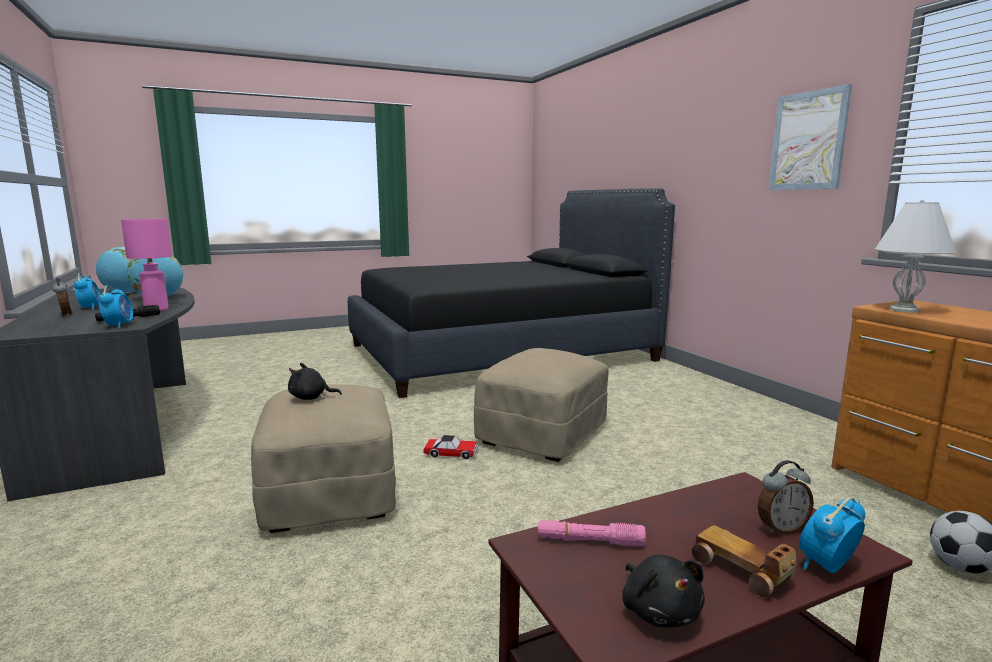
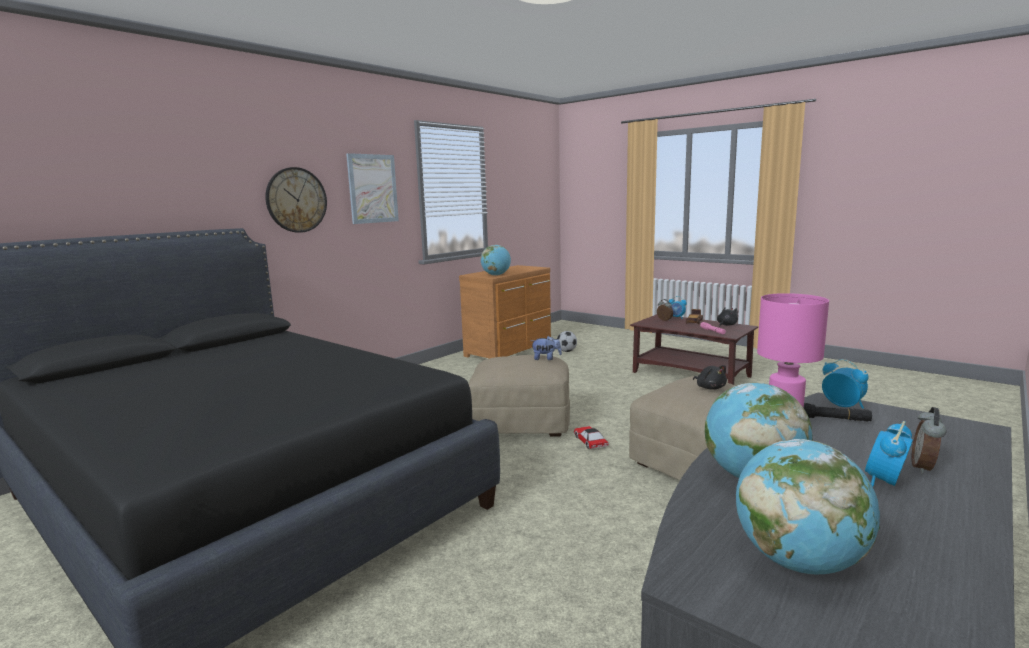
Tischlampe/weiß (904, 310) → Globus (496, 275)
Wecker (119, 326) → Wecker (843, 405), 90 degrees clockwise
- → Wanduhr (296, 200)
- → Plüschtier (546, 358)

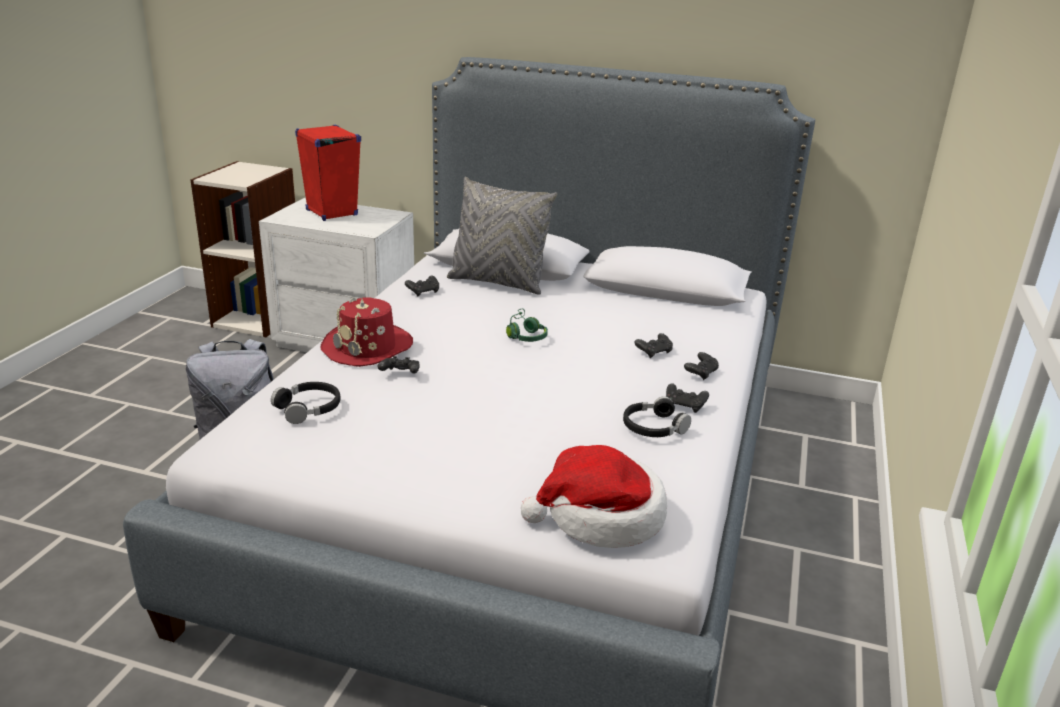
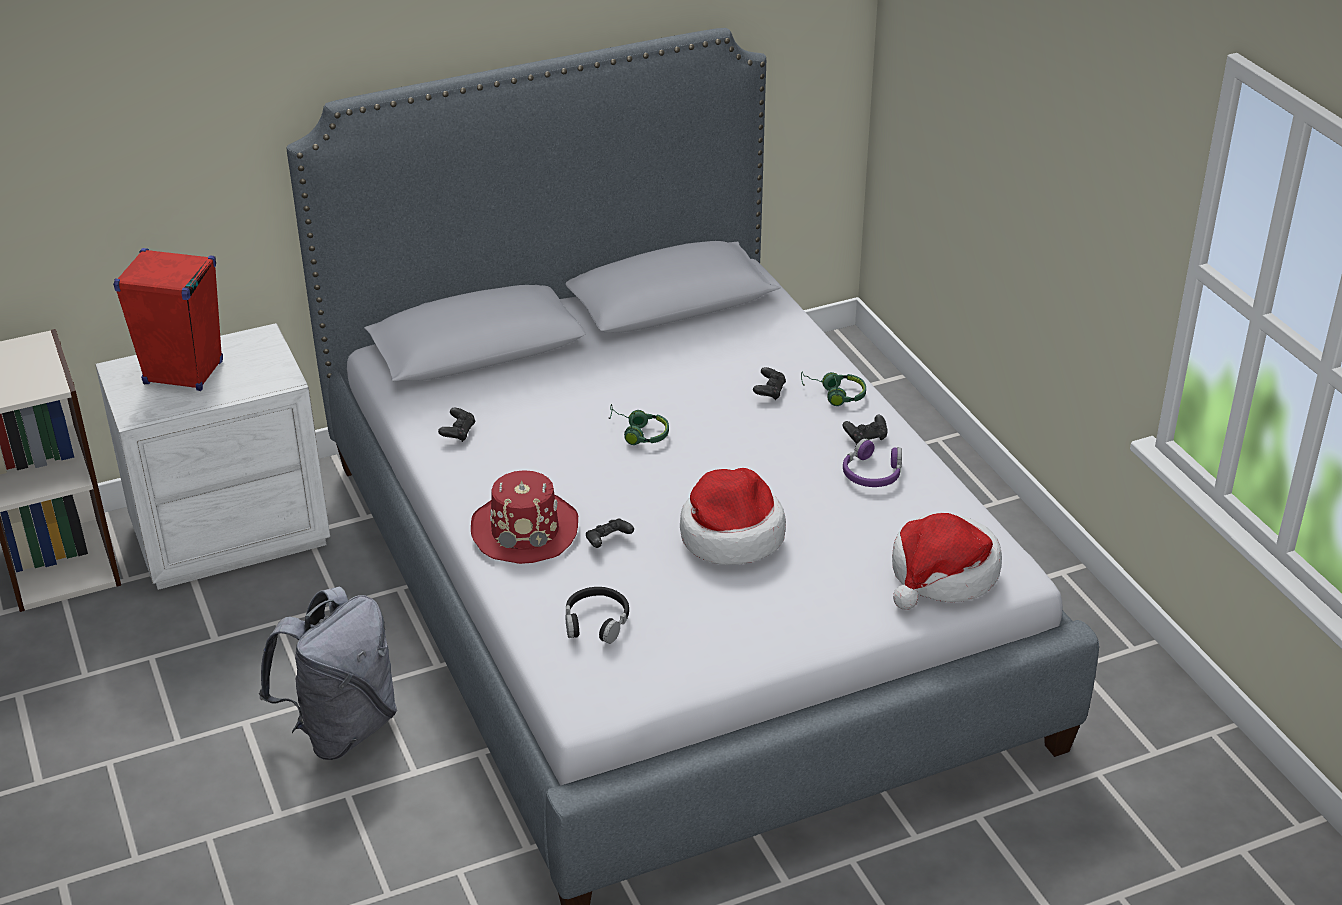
Kissen/grau (498, 282) → -
Gamepad/schwarz (701, 373) → Kopfhörer/grün (834, 394)
Kopfhörer/schwarz (653, 427) → Kopfhörer/lila (872, 473)
- → Hut (730, 535)

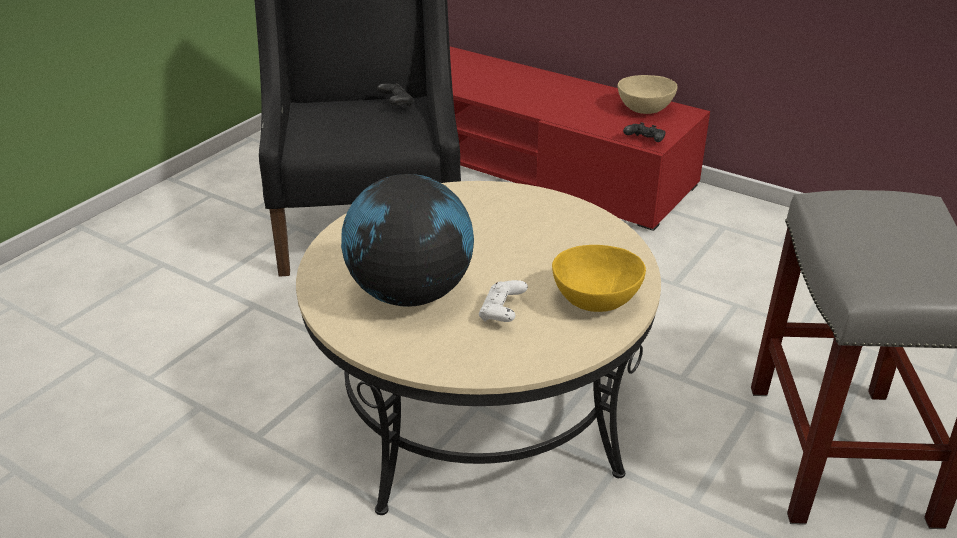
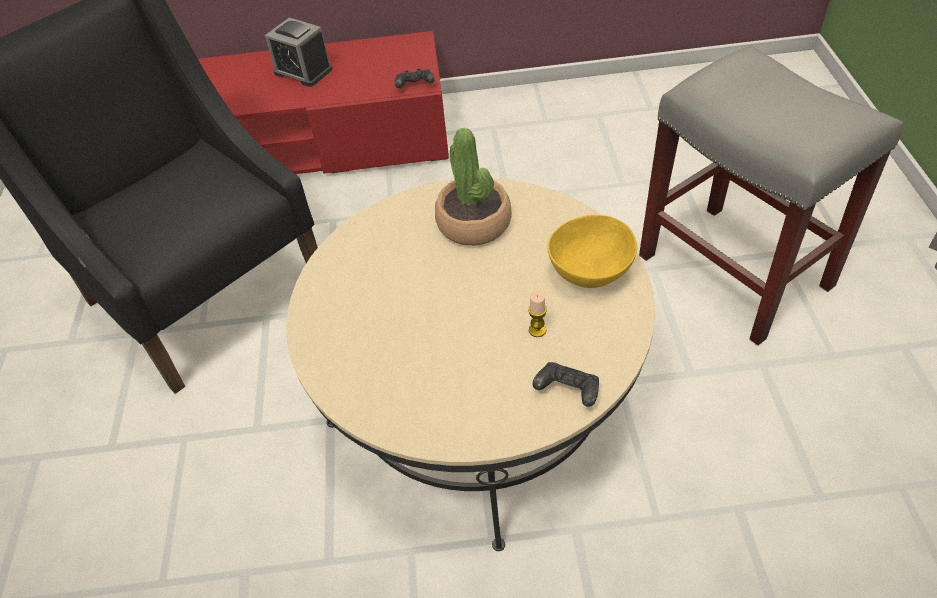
Schüssel/beige (646, 110) → -
Gamepad/schwarz (396, 104) → Gamepad/schwarz (567, 391), relocated
Globus (410, 294) → -
Gamepad/weiß (502, 313) → Kerze (537, 330)
- → Wecker (303, 71)
- → Topfpflanze (474, 223)

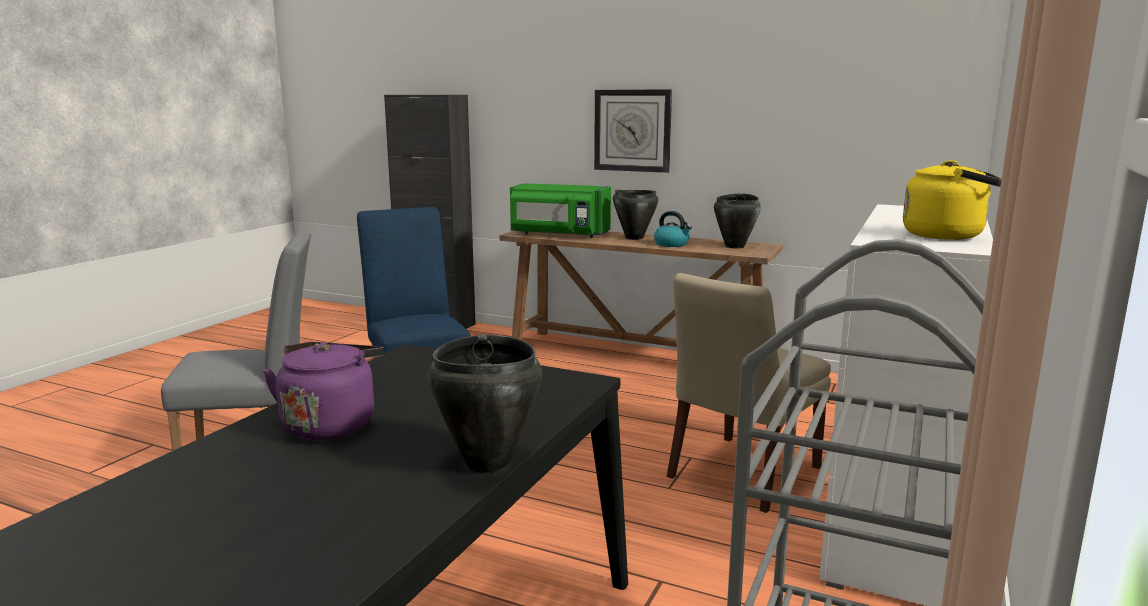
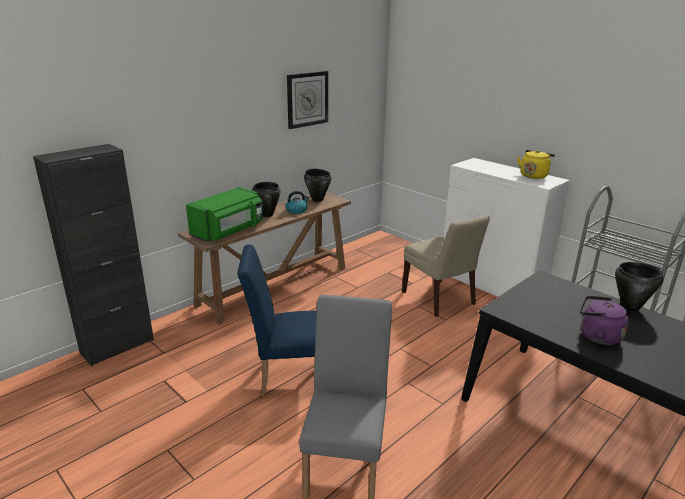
Wanduhr (632, 130) → Wanduhr (307, 99), relocated

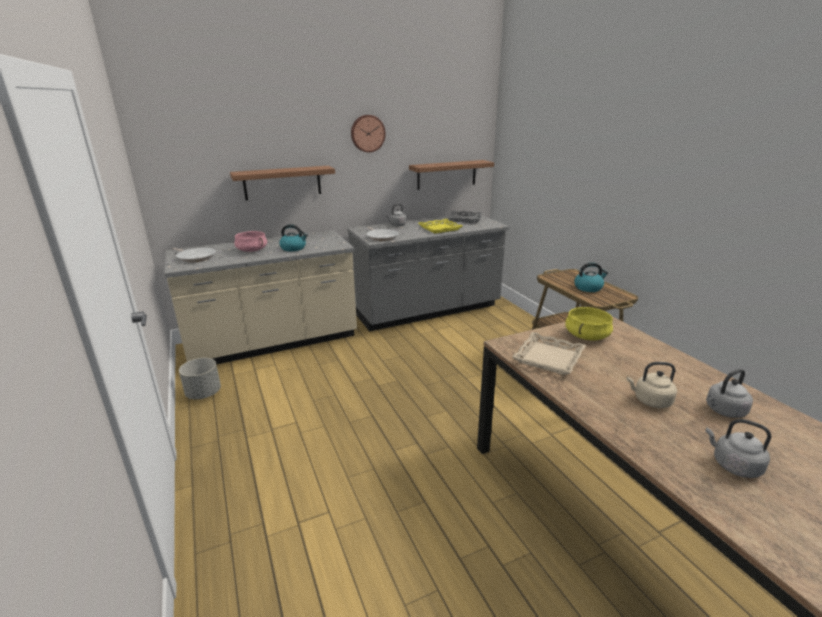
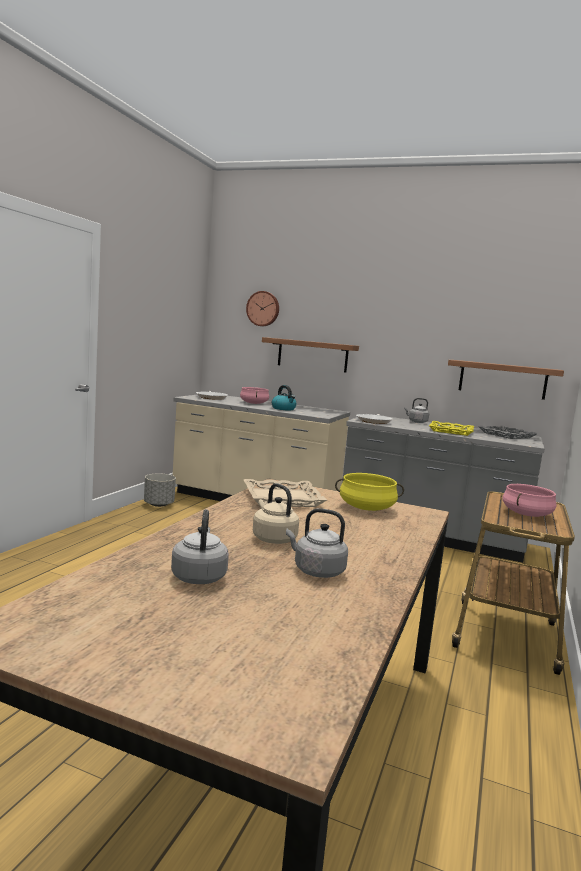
Wanduhr (367, 133) → Wanduhr (263, 308), relocated
Wasserkessel (588, 288) → Kochtopf/rosa (526, 514)

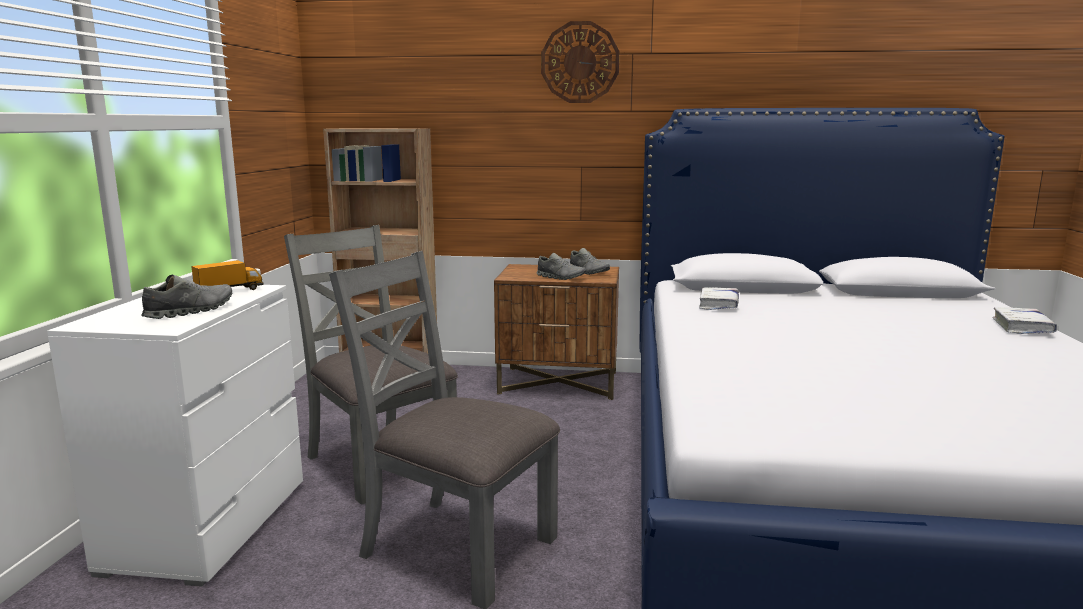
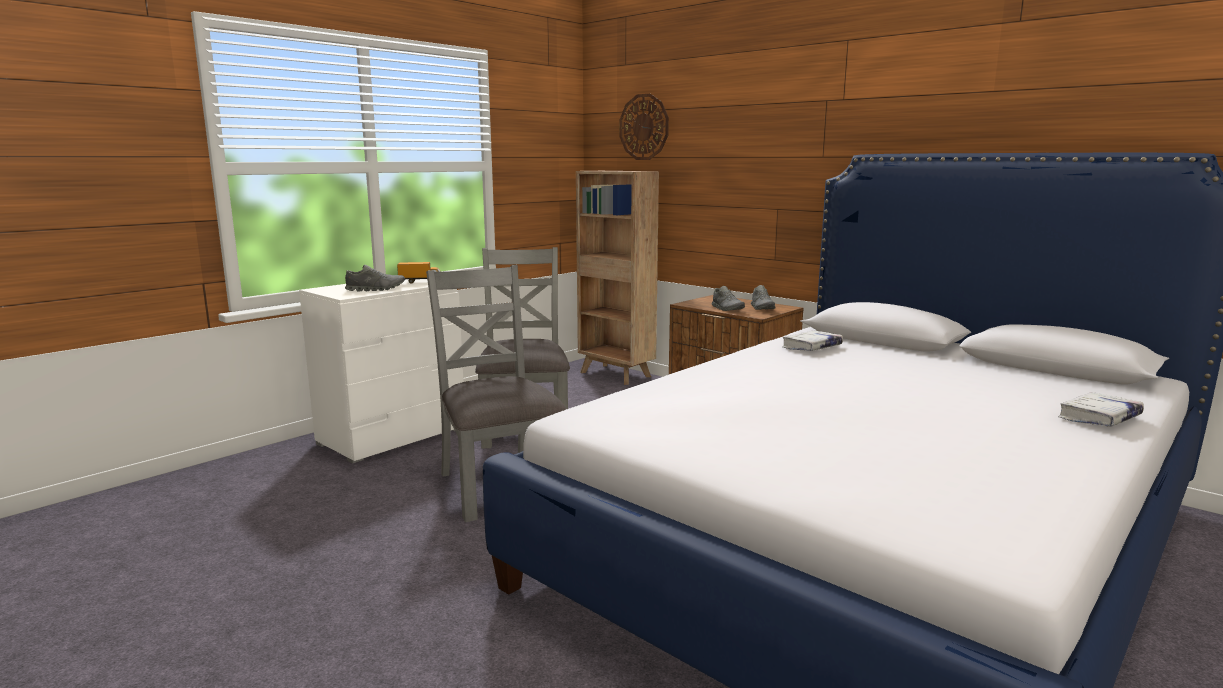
Wanduhr (580, 62) → Wanduhr (644, 127), relocated

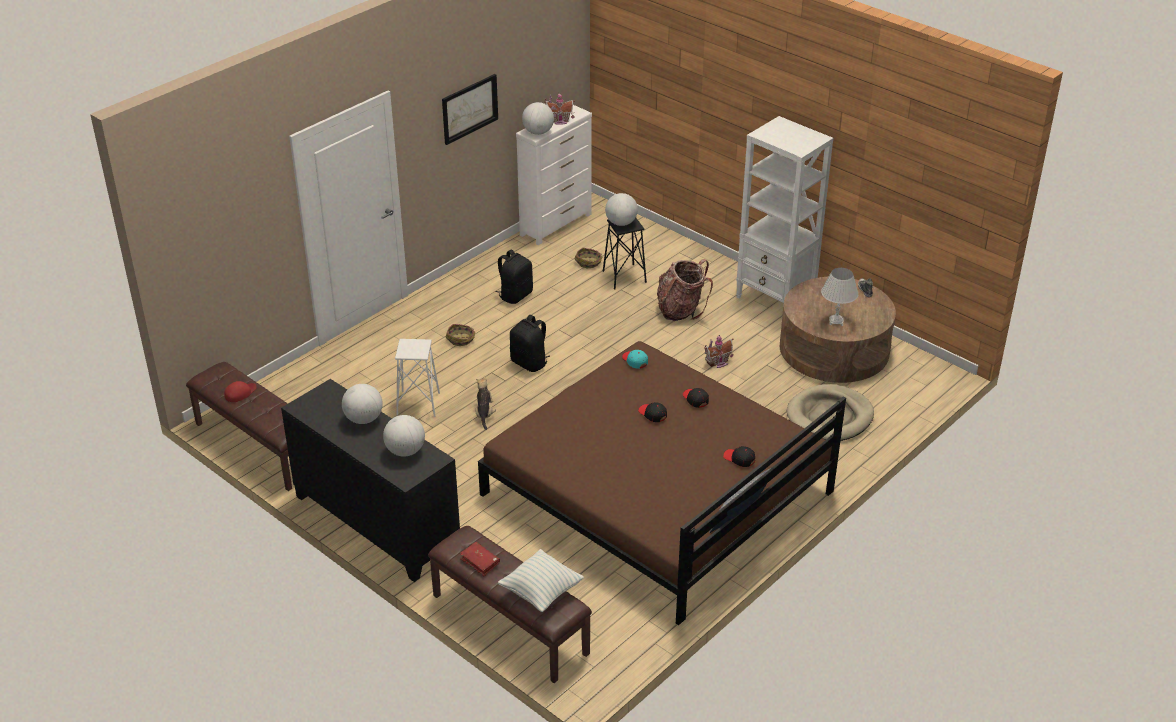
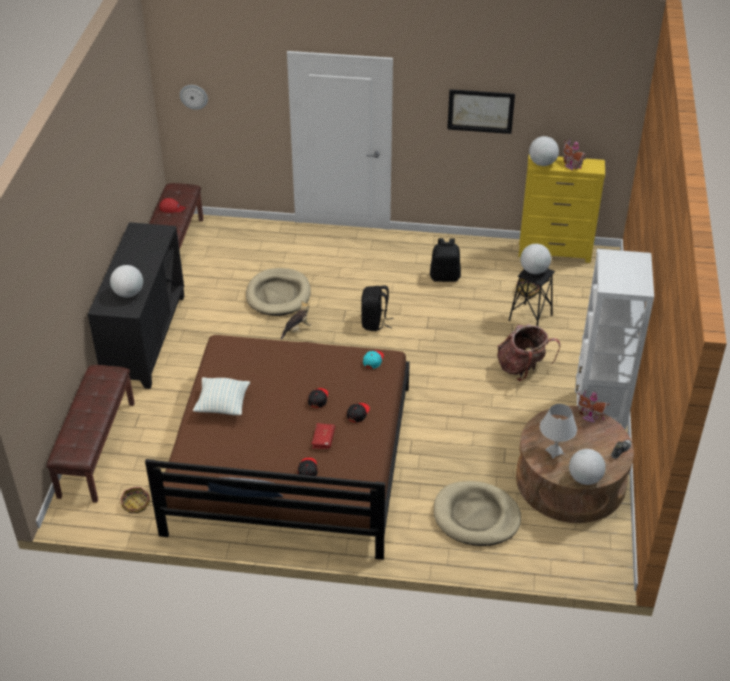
Kommode/weiß (556, 224) → Kommode/gelb (555, 252)
Korb (461, 339) → Korb (136, 505), relocated
Spielzeughaus (718, 363) → Spielzeughaus (589, 416), relocated
Hocker/weiß (418, 404) → Hundebett/beige (278, 294)
Globus (364, 419) → Globus (585, 478), relocated
Buch/rot (480, 562) → Buch/rot (323, 439), relocated
Kissen (541, 592) → Kissen (222, 405), relocated
- → Wanduhr (194, 96)

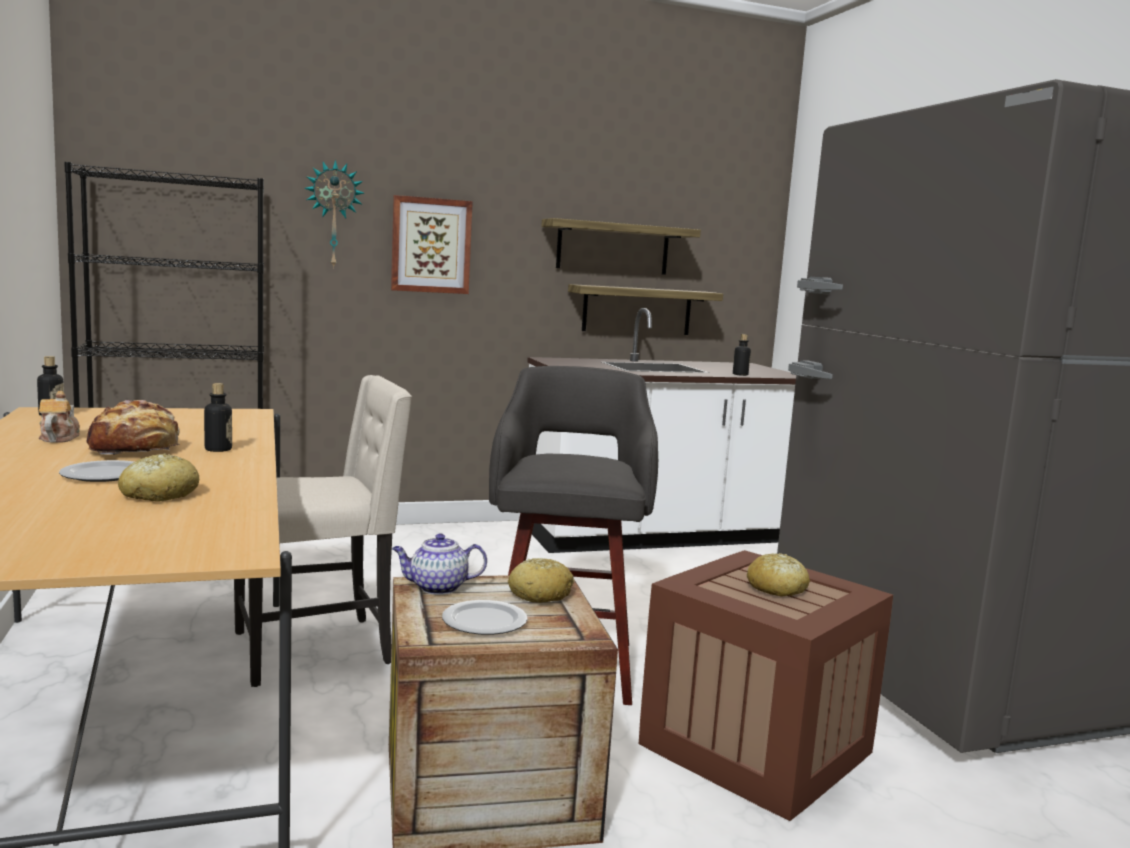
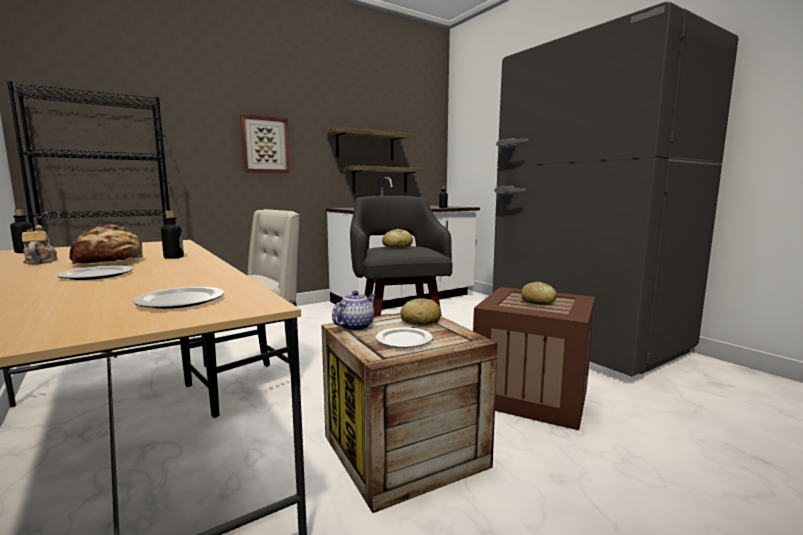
Wanduhr (334, 215) → -
Brot (159, 494) → Brot (397, 246), relocated
Teekanne (437, 588) → Teekanne (355, 326), 150 degrees clockwise
- → Teller (181, 300)

